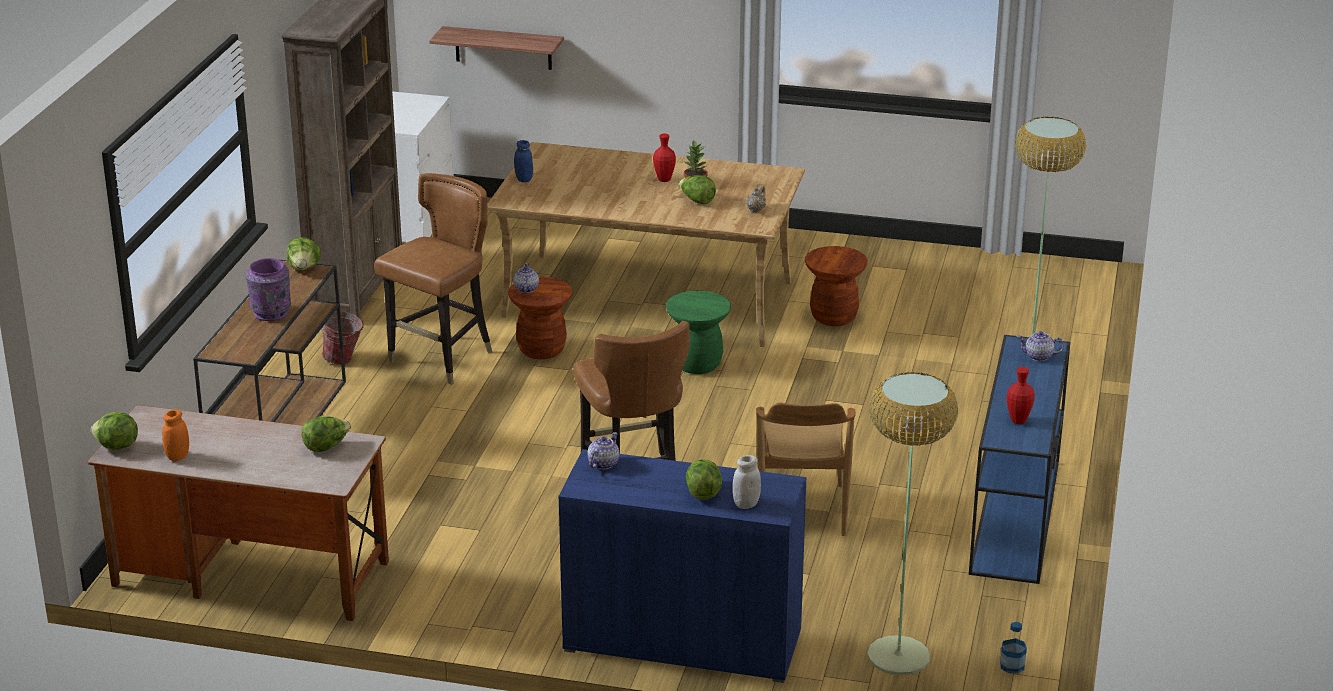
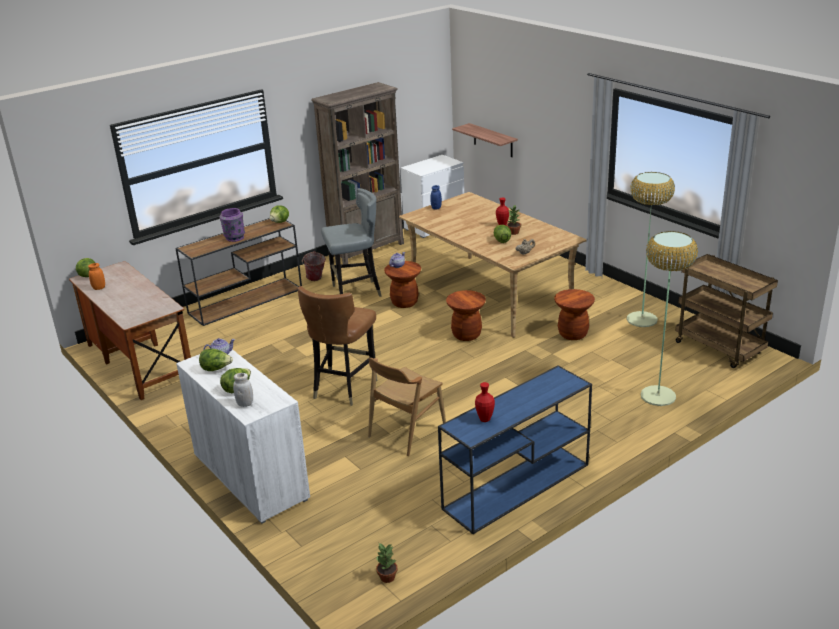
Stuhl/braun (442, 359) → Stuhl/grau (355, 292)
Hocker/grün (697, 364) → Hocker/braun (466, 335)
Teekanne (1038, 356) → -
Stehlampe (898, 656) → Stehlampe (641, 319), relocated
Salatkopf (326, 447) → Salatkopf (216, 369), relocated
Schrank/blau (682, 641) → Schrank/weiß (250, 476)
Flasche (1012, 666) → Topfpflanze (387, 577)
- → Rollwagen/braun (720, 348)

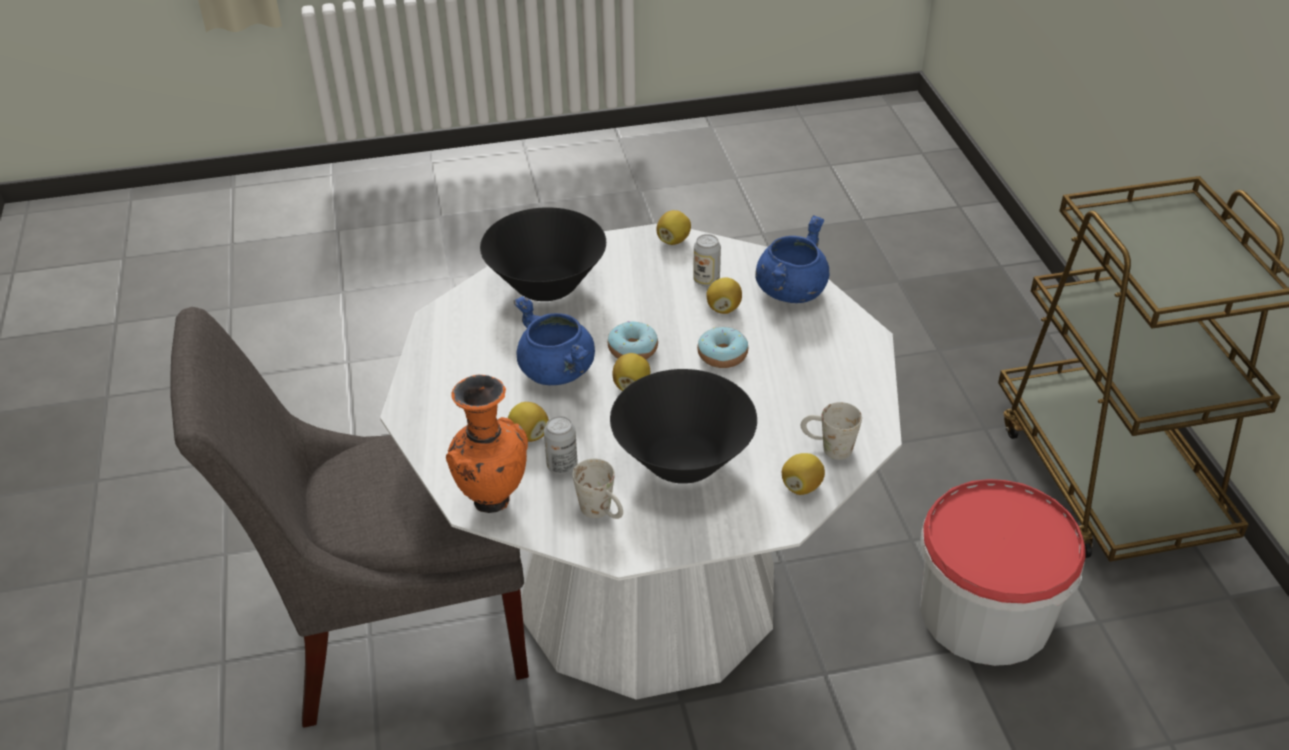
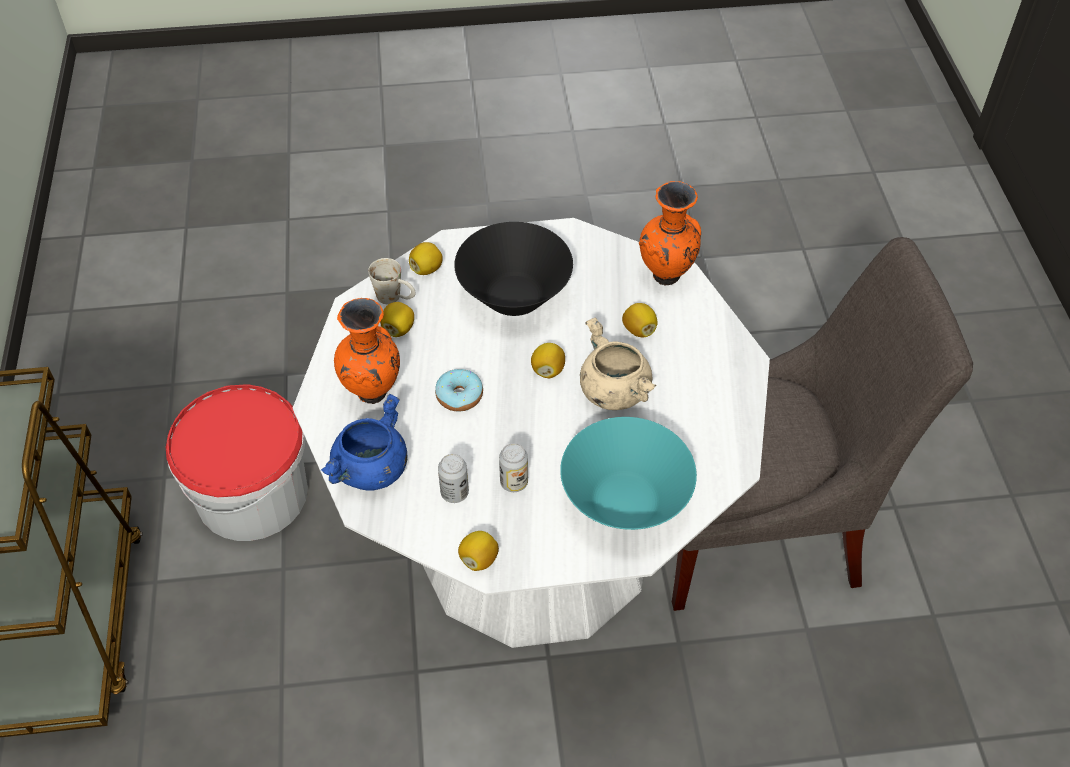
Schüssel/schwarz (546, 285) → Schüssel/türkis (624, 502)
Zitrone (723, 308) → Zitrone (398, 329), relocated
Kochtopf/blau (558, 371) → Kochtopf/beige (614, 391)
Donut (633, 349) → -
Dose (562, 466) → Dose (514, 482), relocated
Henkelbecher/weiß (602, 512) → -
- → Vase/orange (373, 395)

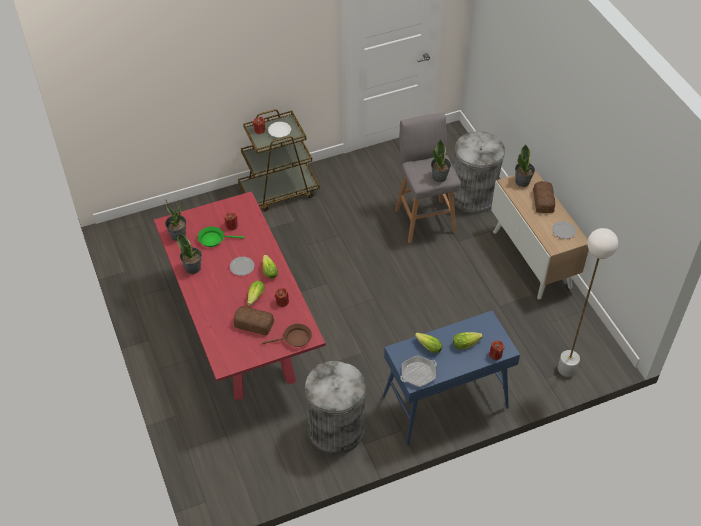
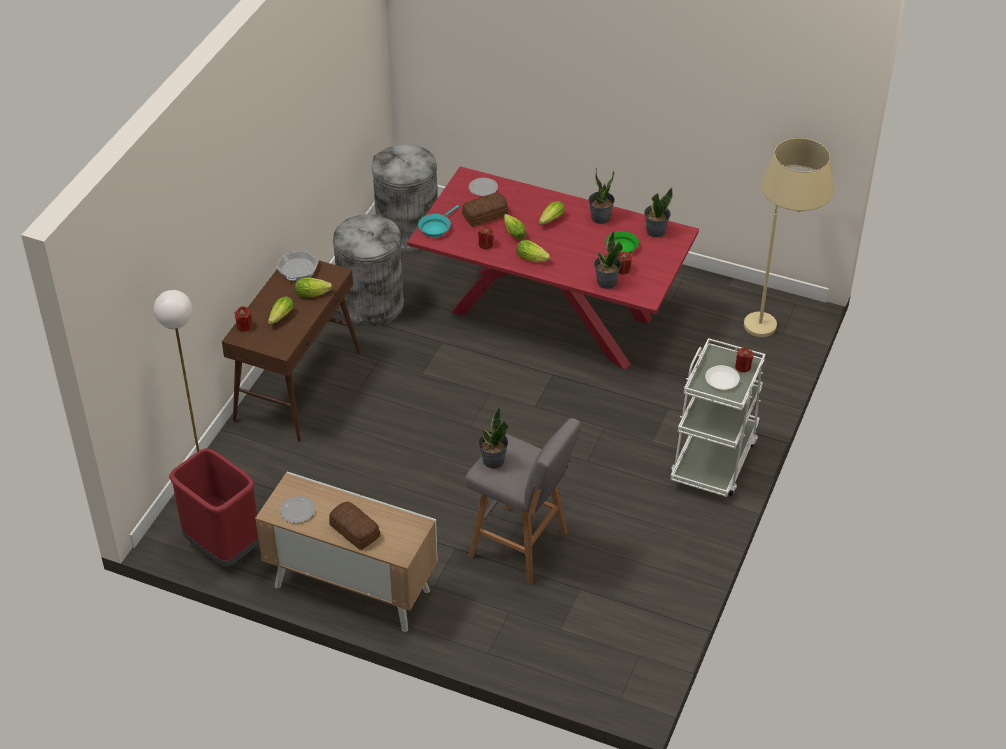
Rollwagen/braun (279, 191) → Rollwagen/weiß (714, 459)
Mülleimer/grau (473, 196) → Mülleimer/grau (407, 232), relocated
Topfpflanze (522, 181) → Topfpflanze (606, 282), relocated
Teller (242, 266) → Teller (483, 188), relocated
Konsolentisch/blau (444, 403) → Konsolentisch/braun (298, 385)
Pfanne/braun (294, 339) → Pfanne/türkis (436, 227)
- → Stehlampe/beige (777, 322)
- → Salatkopf (550, 220)
- → Mülleimer/rot (222, 547)

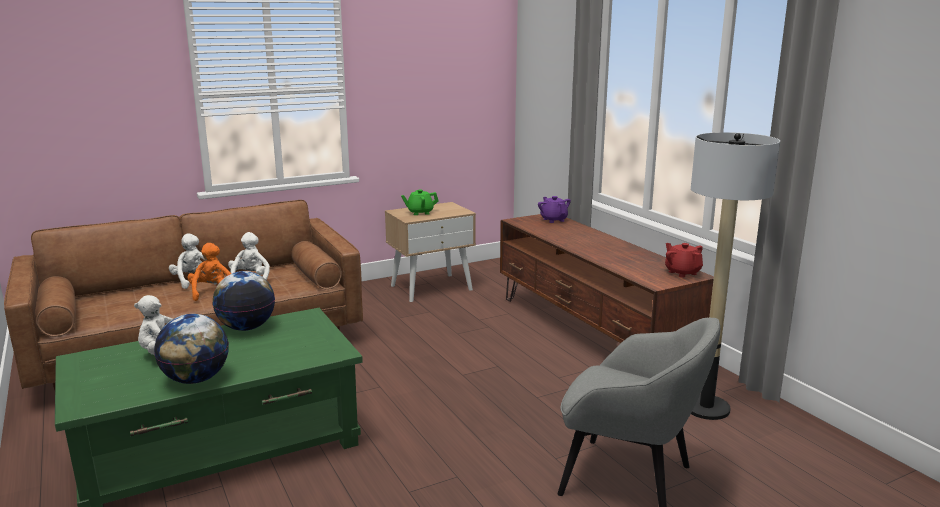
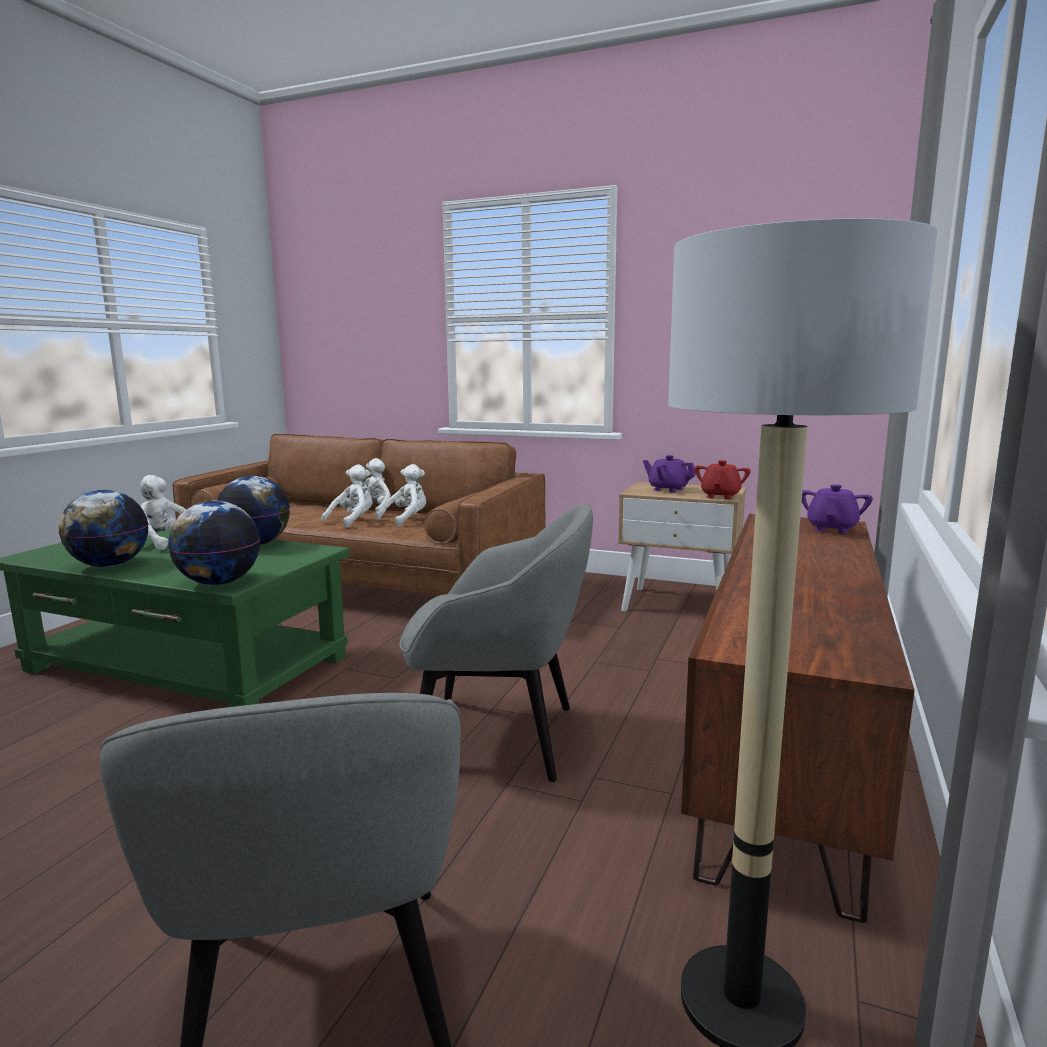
Teekanne/grün (420, 212) → Teekanne/lila (668, 489)
Plüschtier/orange (212, 293) → Plüschtier/weiß (353, 521)
Teekanne/rot (682, 272) → Teekanne/rot (720, 496), relocated
- → Globus (219, 582)
- → Sessel/grau (500, 737)

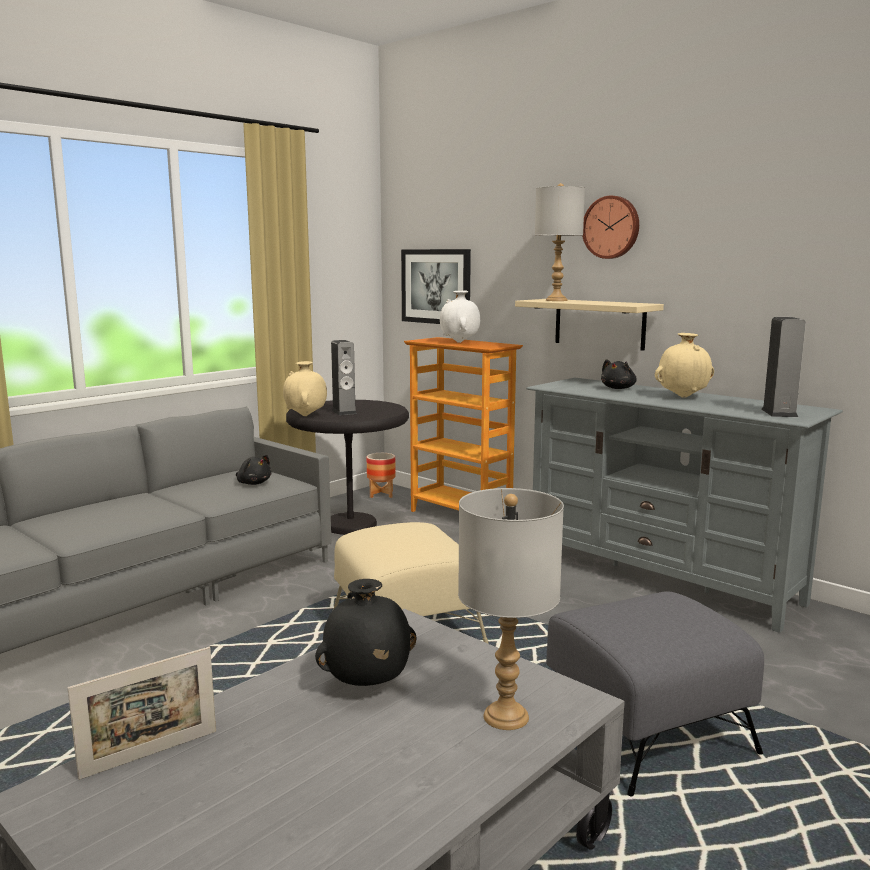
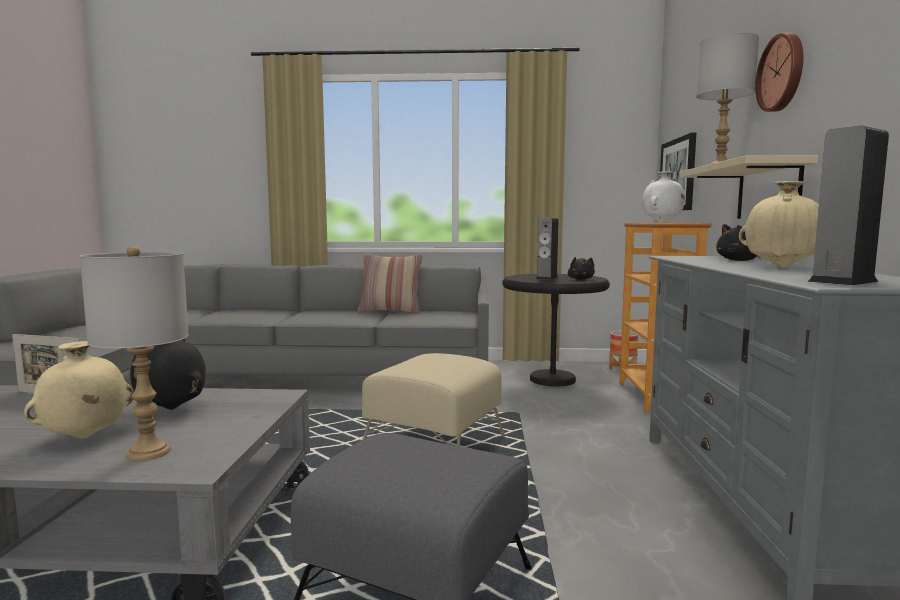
Vase/beige (306, 416) → Vase/beige (84, 438), relocated
Plüschtier/schwarz (253, 483) → Plüschtier/schwarz (581, 279), relocated
- → Kissen (390, 311)

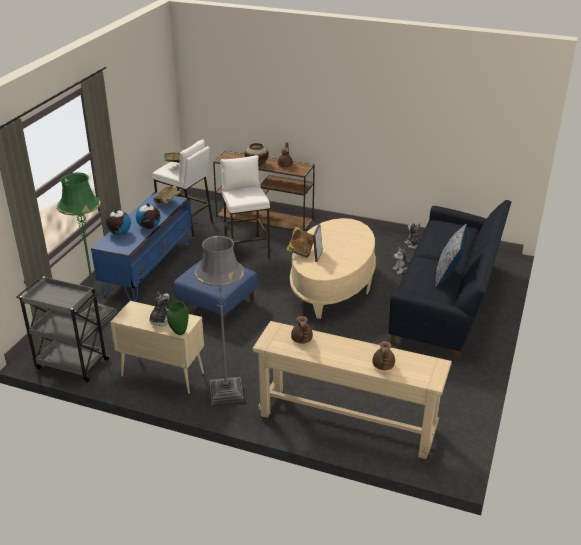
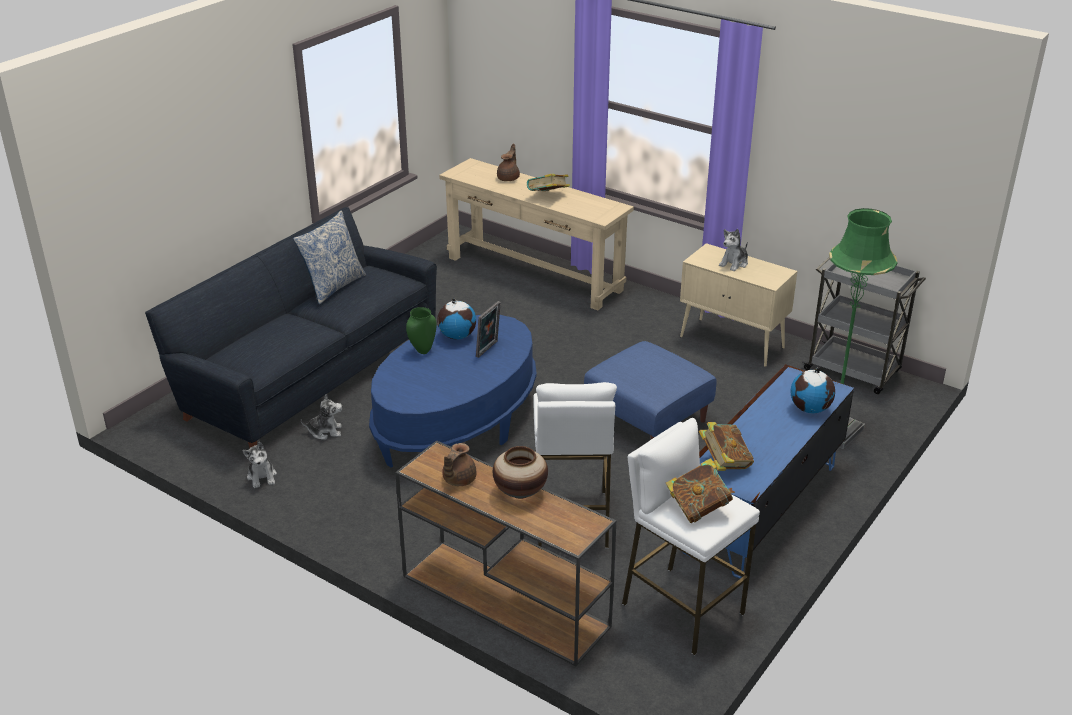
Globus (149, 227) → Globus (457, 336), relocated
Couchtisch/beige (332, 286) → Couchtisch/blau (456, 422)
Buch (300, 252) → Buch (547, 197), relocated
Stehlampe/grau (226, 392) → -
Vase/grün (179, 333) → Vase/grün (422, 350), relocated
Teekanne/braun (301, 340) → -

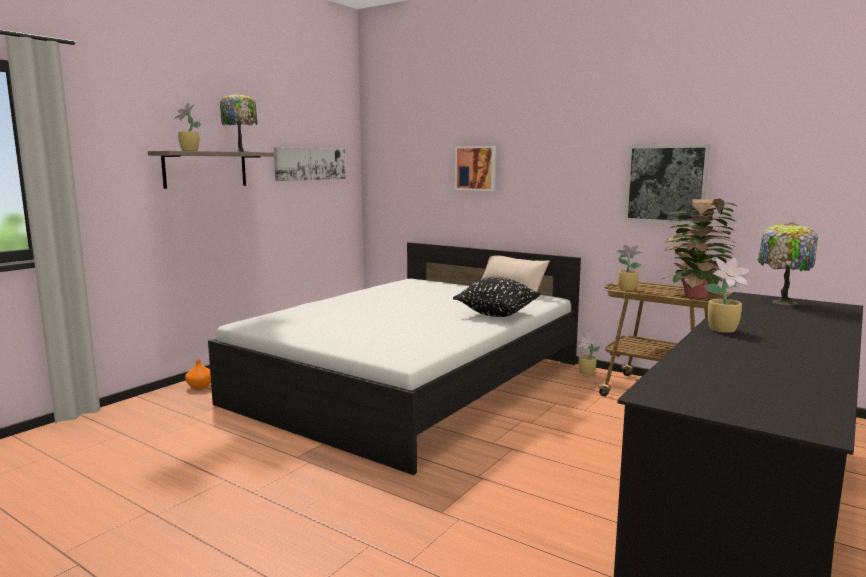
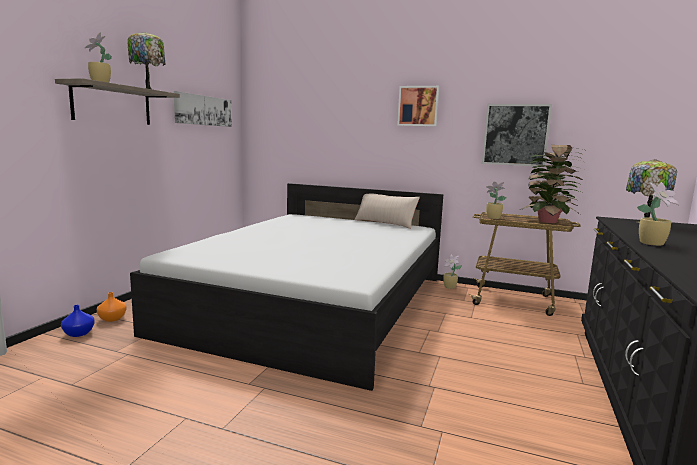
Bild (476, 168) → Bild (418, 106), relocated
Kissen/schwarz (497, 314) → -
- → Vase/blau (79, 333)

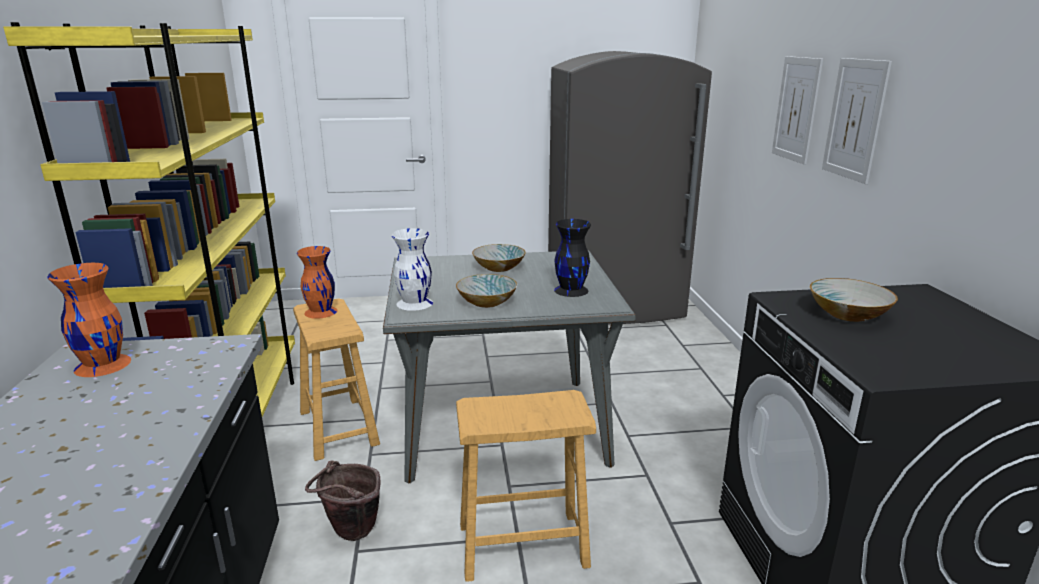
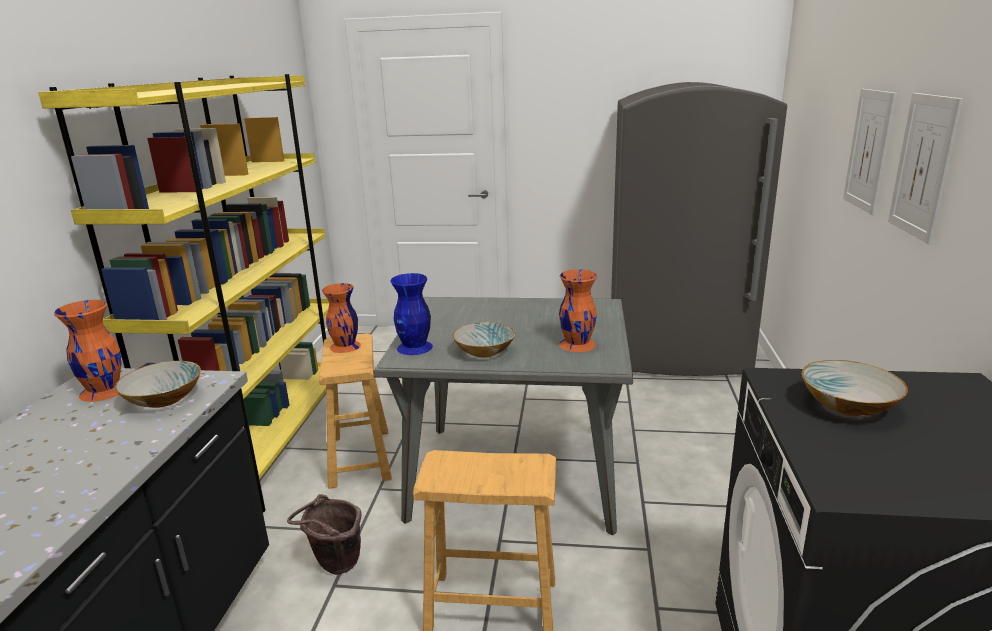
Vase/schwarz (571, 290) → Vase/orange (577, 344)
Vase/weiß (414, 303) → Vase/blau (414, 347)
Schüssel (499, 268) → Schüssel (164, 399), relocated

